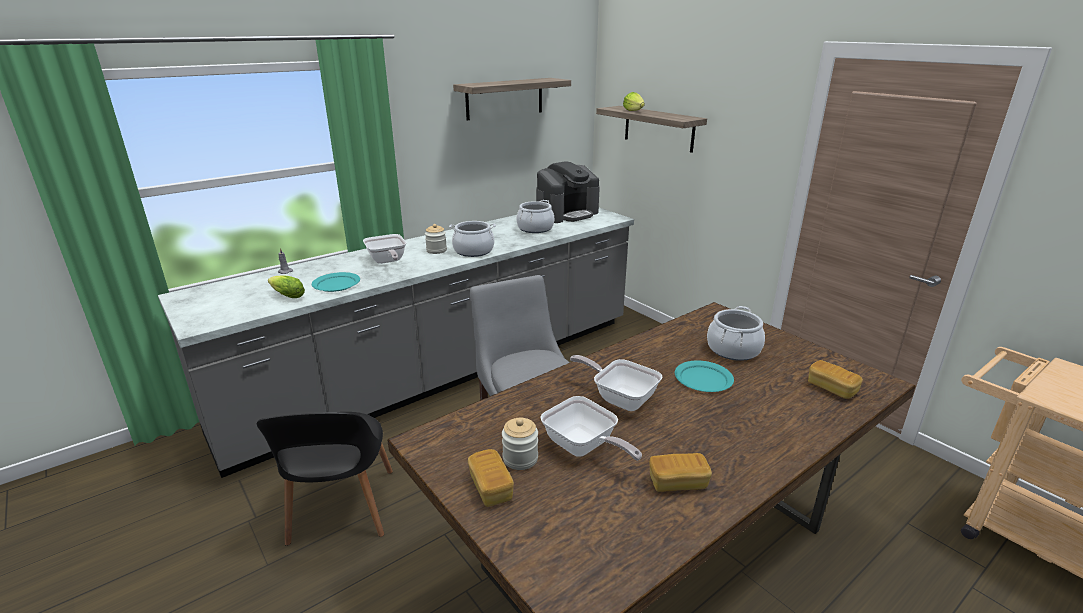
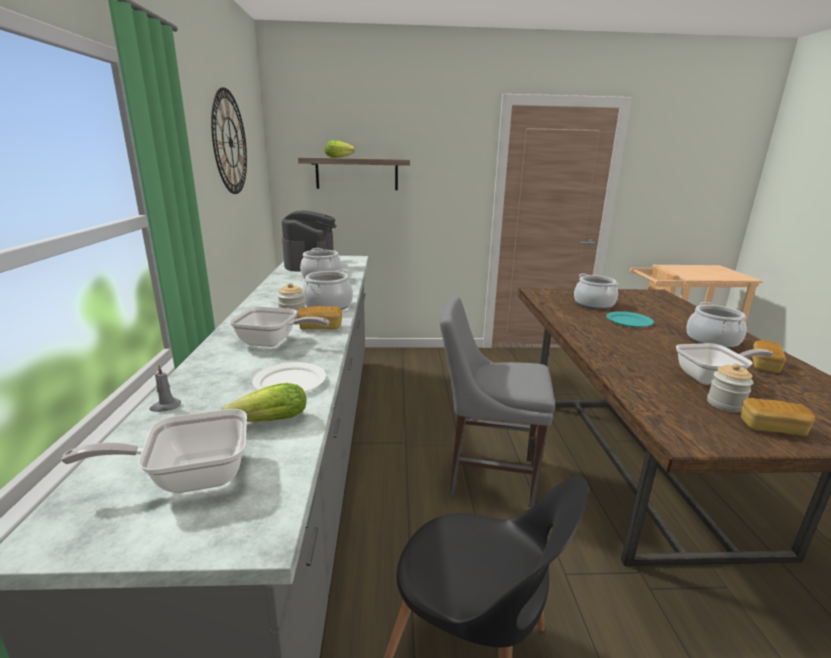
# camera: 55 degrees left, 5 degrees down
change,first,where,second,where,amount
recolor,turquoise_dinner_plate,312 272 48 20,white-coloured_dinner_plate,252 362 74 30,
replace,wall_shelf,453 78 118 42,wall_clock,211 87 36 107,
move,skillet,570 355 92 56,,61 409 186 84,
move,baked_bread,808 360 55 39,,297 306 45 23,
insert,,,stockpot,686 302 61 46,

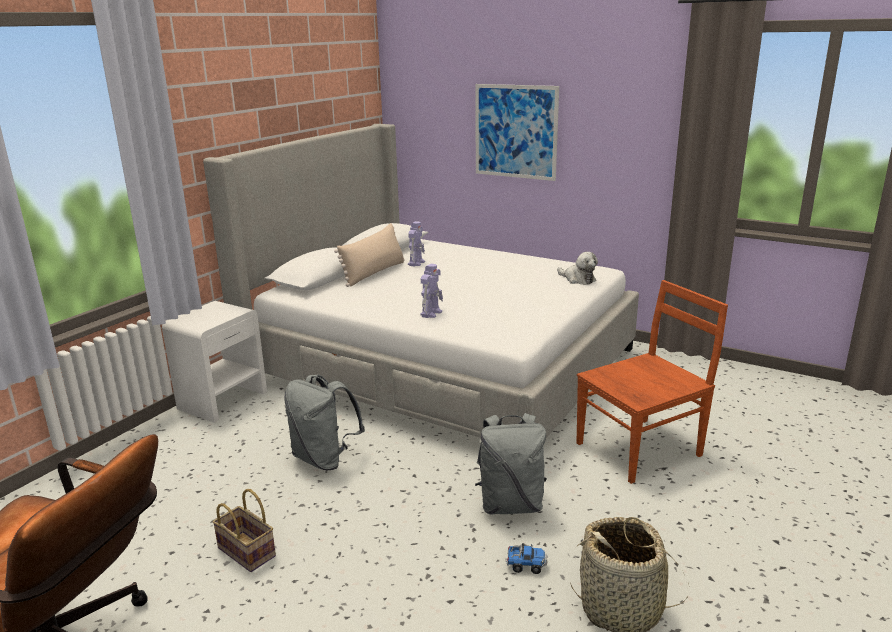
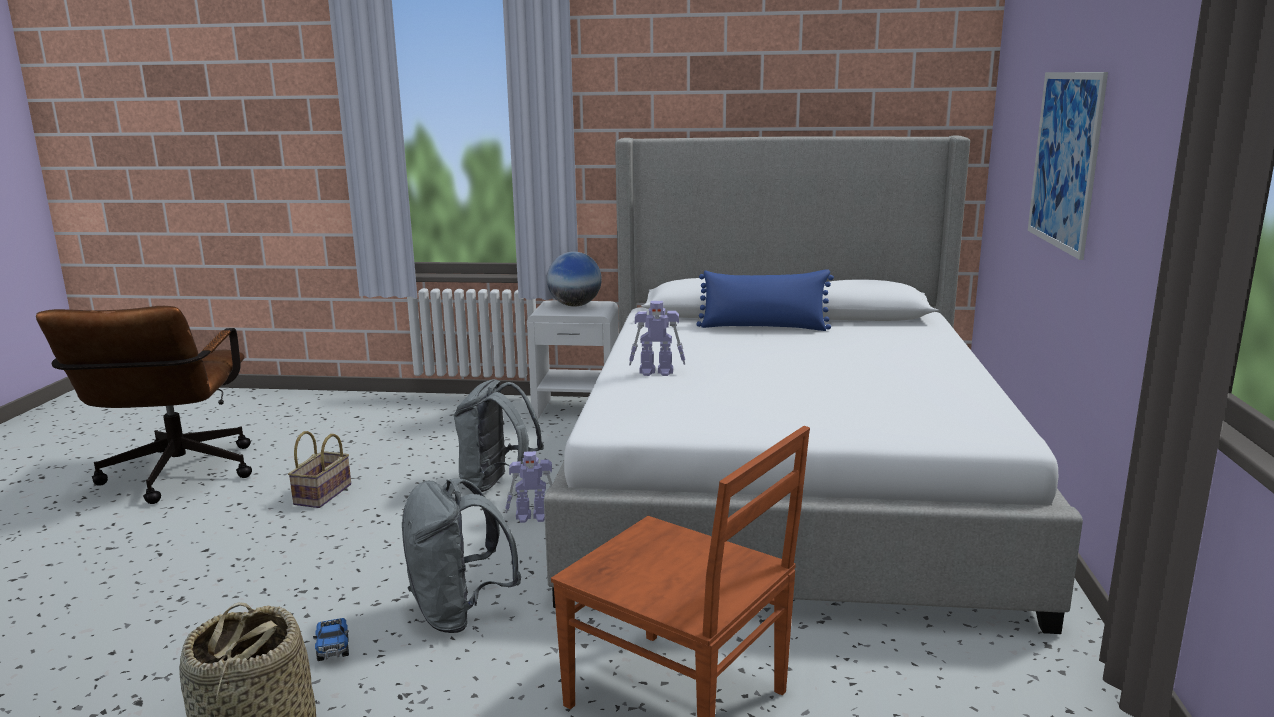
# camera: 65 degrees right, 5 degrees down
change,first,where,second,where,amount
recolor,sand-coloured_throw_pillow,334 223 70 64,blue_throw_pillow,696 269 138 62,
move,toy_robot,408 221 17 45,,505 451 47 72,
delete,soft_toy,557 252 41 33,,,
insert,,,desk_globe,547 252 55 55,

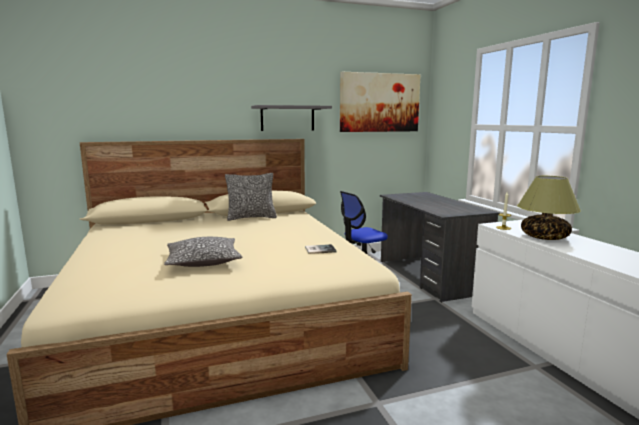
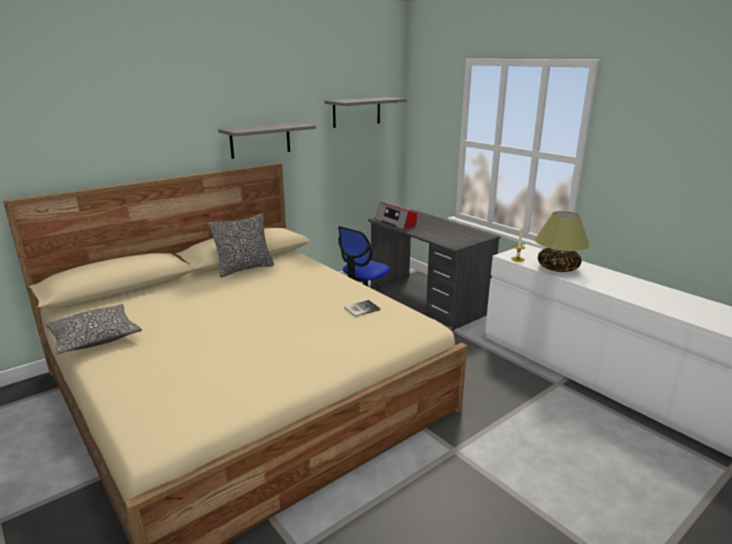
# camera: 20 degrees left, 10 degrees up
change,first,where,second,where,amount
move,throw_pillow,164 237 78 30,,46 304 96 50,
replace,picture,340 72 81 60,grey_wall_shelf,325 97 82 31,
insert,,,radio,375 202 42 28,

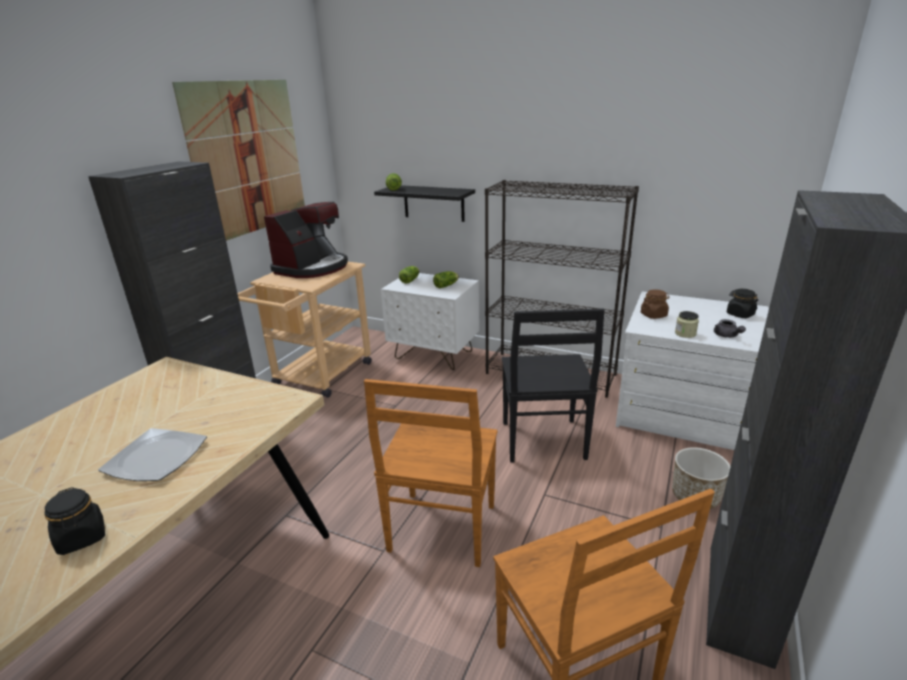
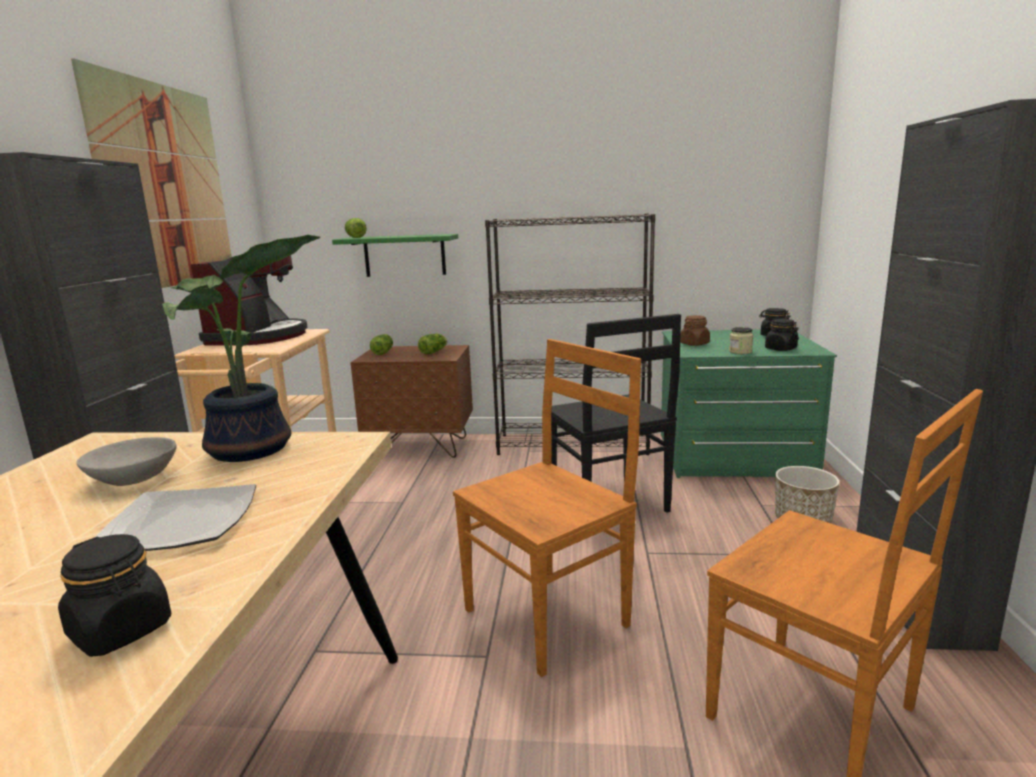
# camera: 20 degrees left, 10 degrees down
change,first,where,second,where,amount
rotate,brownish_chair,364 379 133 188,,453 339 188 338,120 degrees counterclockwise
recolor,blackish_wall_shelf,374 185 101 37,green-coloured_wall_shelf,332 234 126 43,
recolor,white-coloured_night_table,381 273 98 97,brownish_night_table,350 345 123 113,
recolor,white-coloured_dresser,616 291 153 159,green-coloured_dresser,661 329 176 149,
replace,grey_teapot,714 319 32 19,blackish_jar,765 319 34 32,
insert,,,grey_bowl,76 437 101 49,
insert,,,houseplant,162 235 158 227,

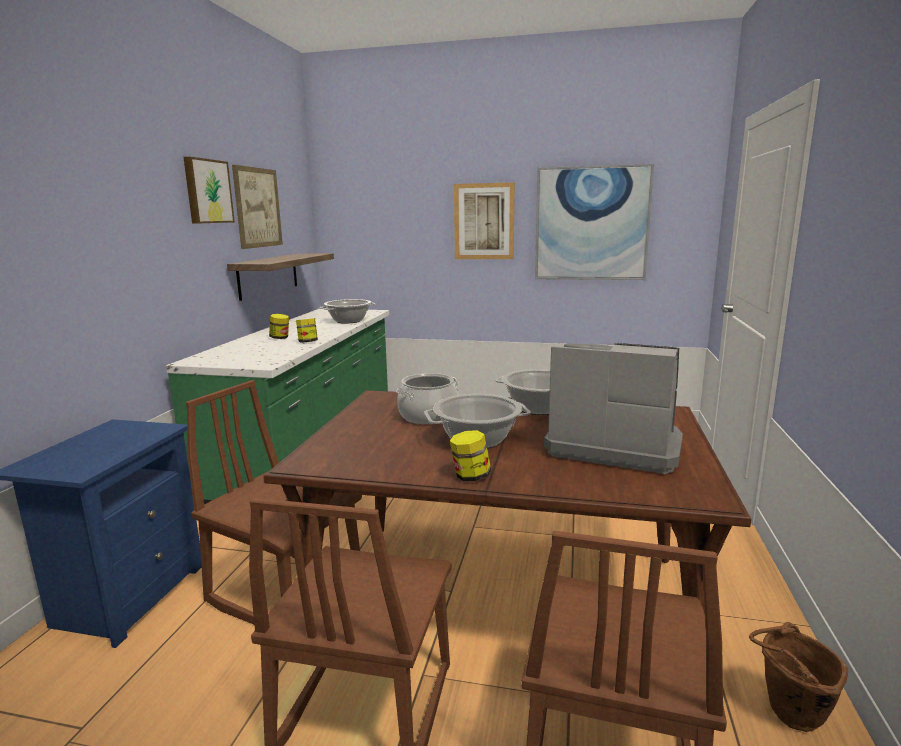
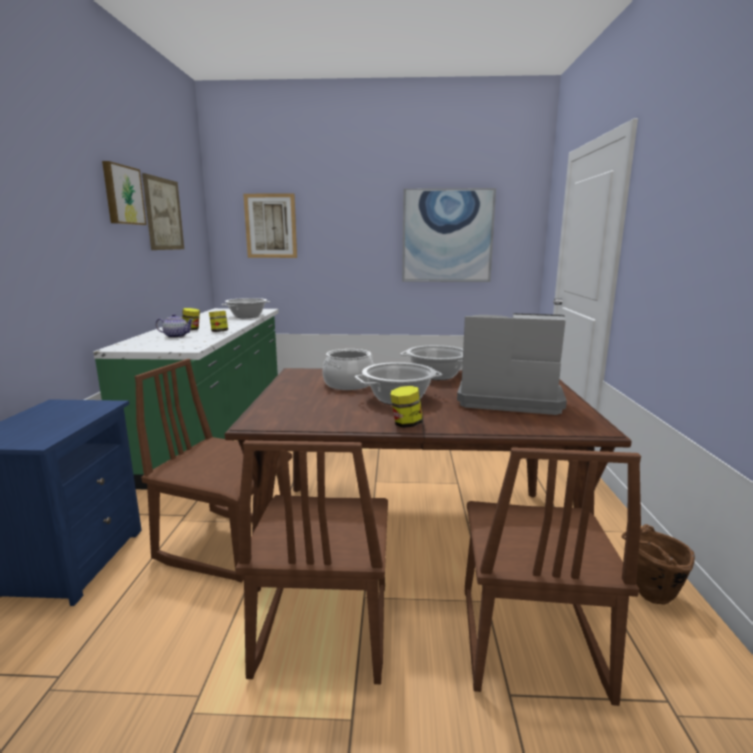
# camera: 10 degrees left, 0 degrees up
change,first,where,second,where,amount
delete,wall_shelf,227 253 107 48,,,
move,picture,454 182 61 77,,243 193 54 65,
insert,,,teapot,155 314 39 24,

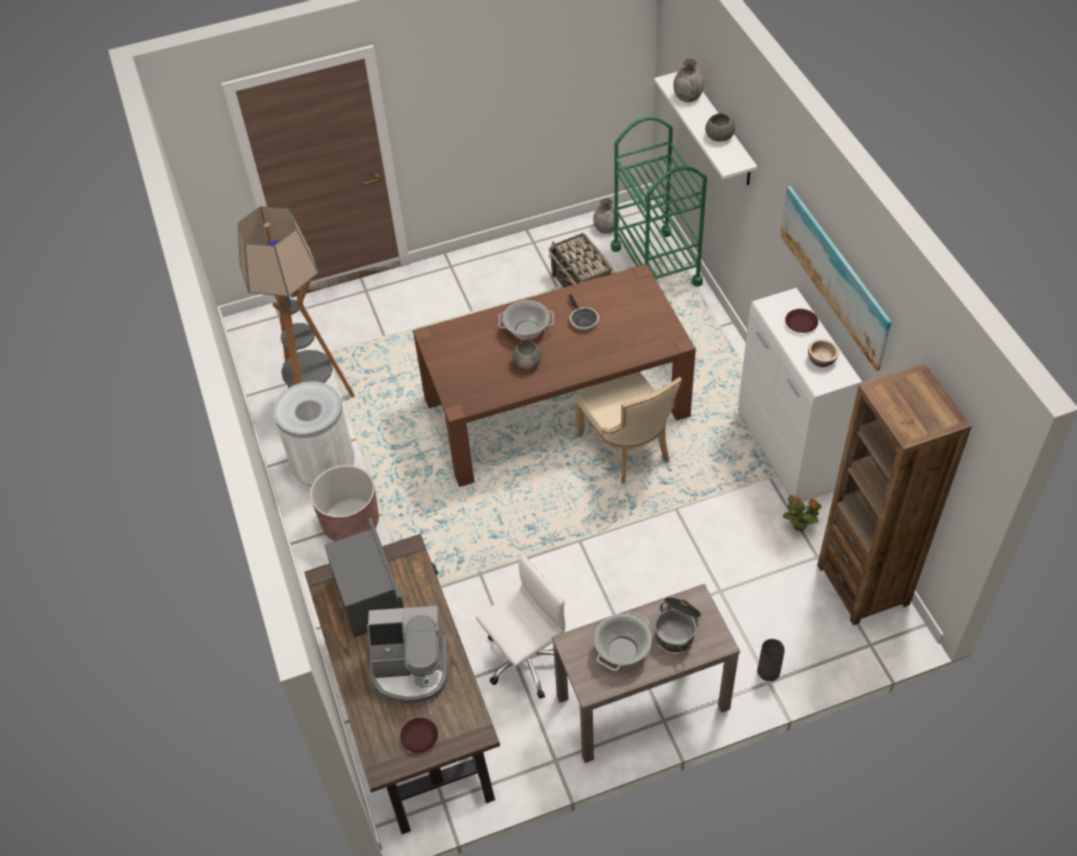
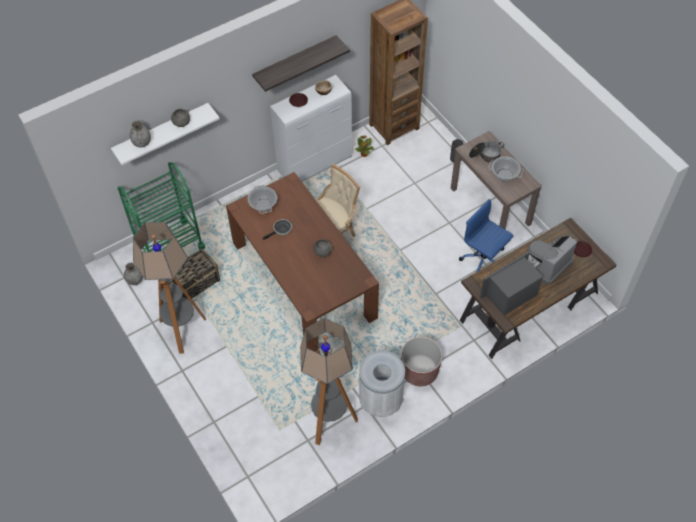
# camera: 105 degrees left, 5 degrees up
change,first,where,second,where,amount
rotate,coffee_maker,367 606 80 97,,528 236 49 48,120 degrees counterclockwise
recolor,white-coloured_office_chair,476 554 89 145,blue_office_chair,459 199 54 73,
move,stockpot,498 300 56 39,,247 185 30 29,
replace,picture,780 186 111 185,wall_shelf,252 35 98 57,
insert,,,standard_lamp,133 222 73 132,

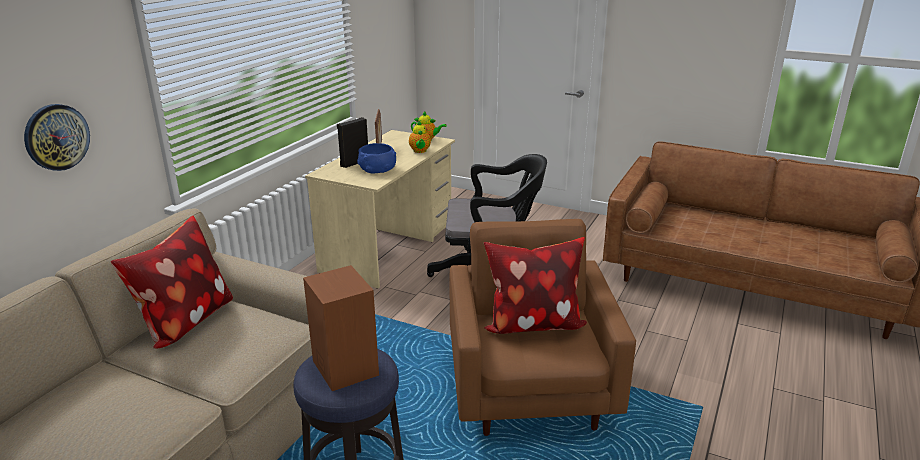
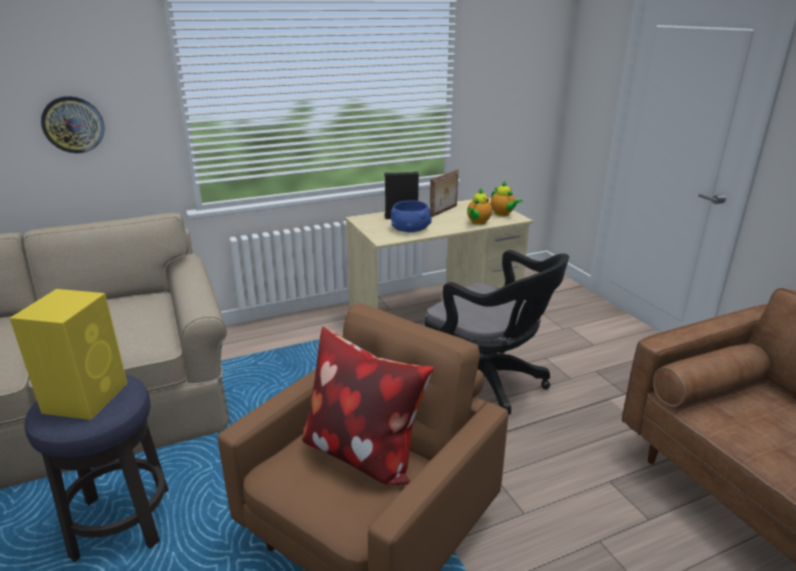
# camera: 40 degrees right, 0 degrees up
change,first,where,second,where,amount
delete,throw_pillow,110 216 123 133,,,
recolor,brownish_audio_speaker,303 265 76 126,yellow-coloured_audio_speaker,10 289 117 131,

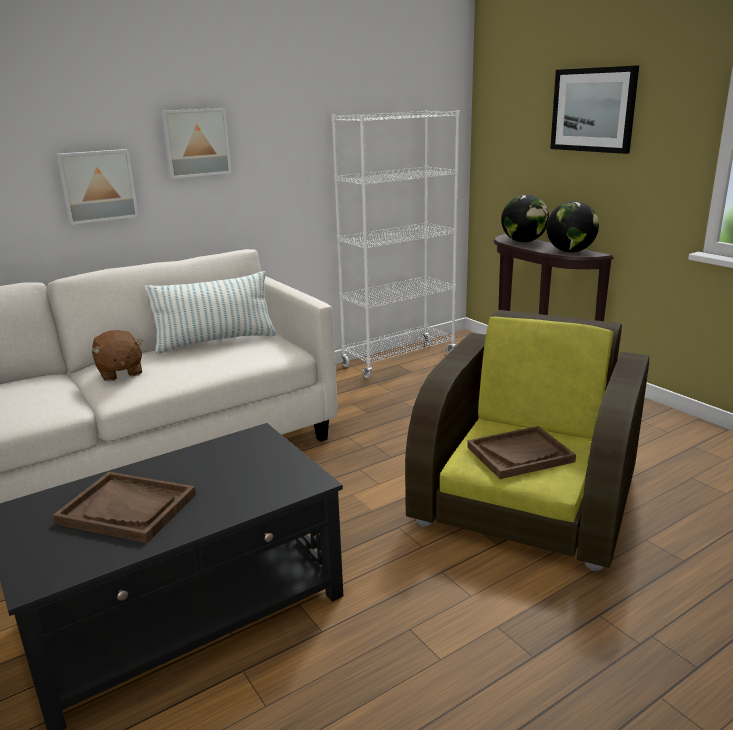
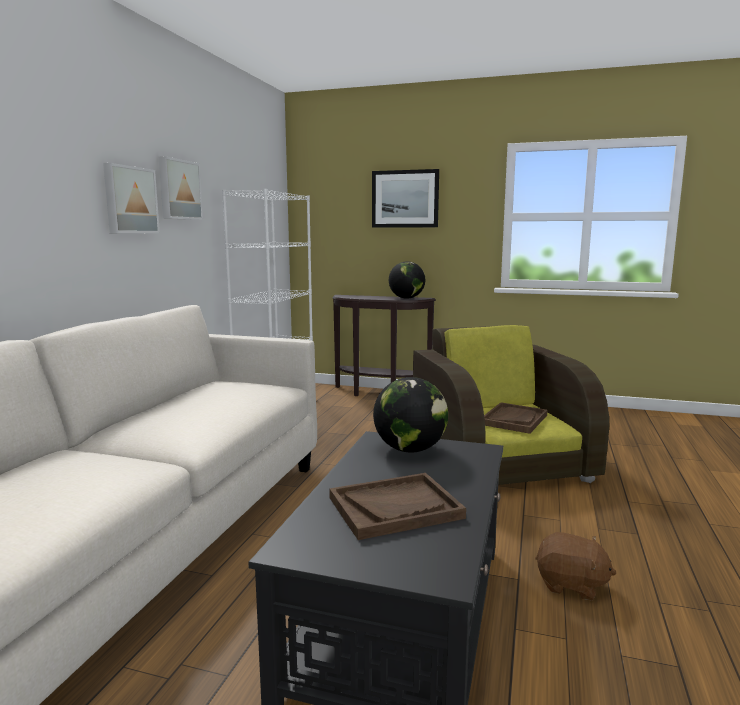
# camera: 40 degrees left, 10 degrees down
change,first,where,second,where,amount
move,picture,56 149 83 76,,159 156 44 64,
move,brownish_soft_toy,92 330 51 51,,536 532 81 68,
delete,throw_pillow,145 271 131 83,,,
move,desk_globe,501 195 48 47,,373 377 75 76,

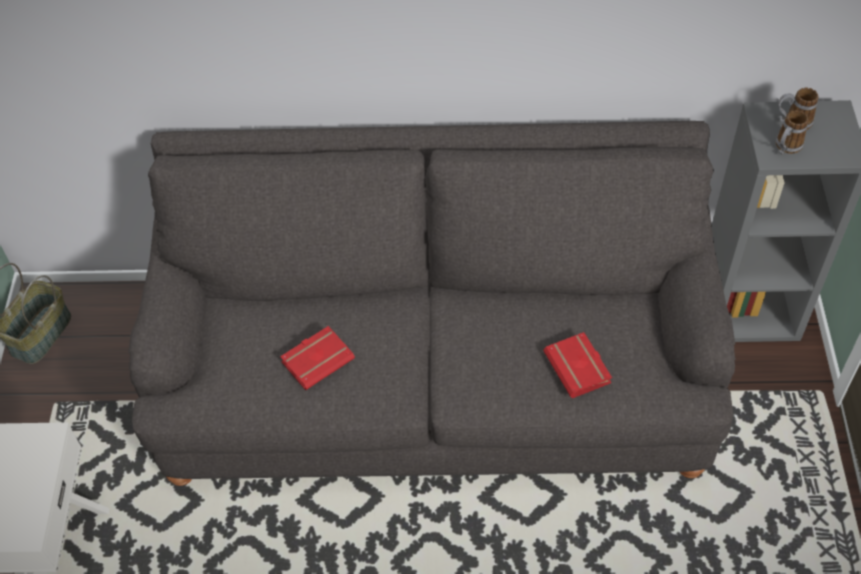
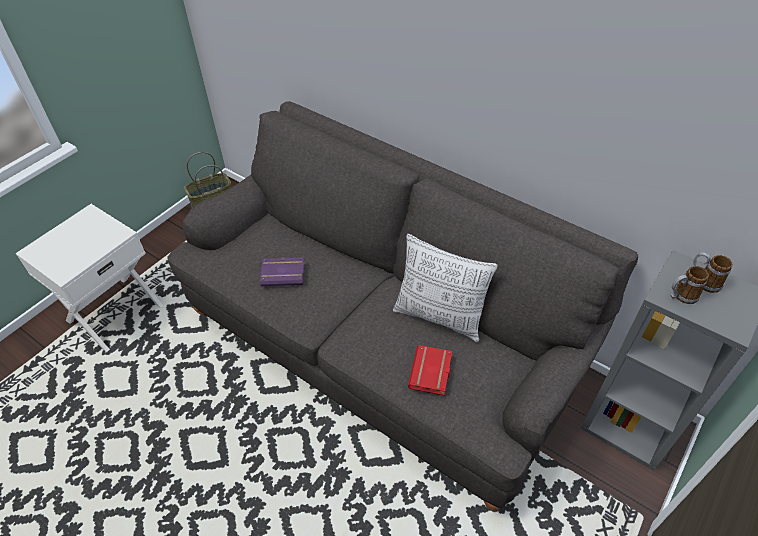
# camera: 35 degrees right, 5 degrees down
change,first,where,second,where,amount
recolor,reddish_volume,280 326 75 64,purplish_volume,260 257 45 29,
insert,,,throw_pillow,393 234 105 108,

